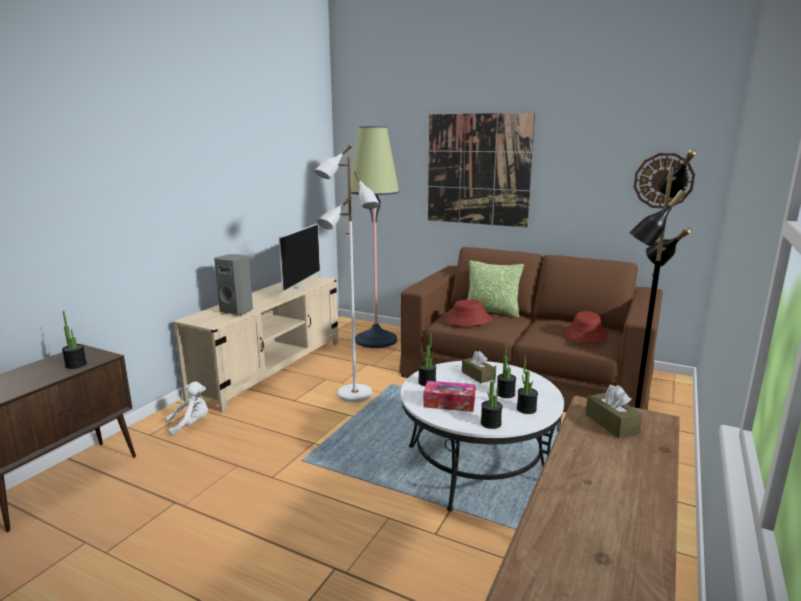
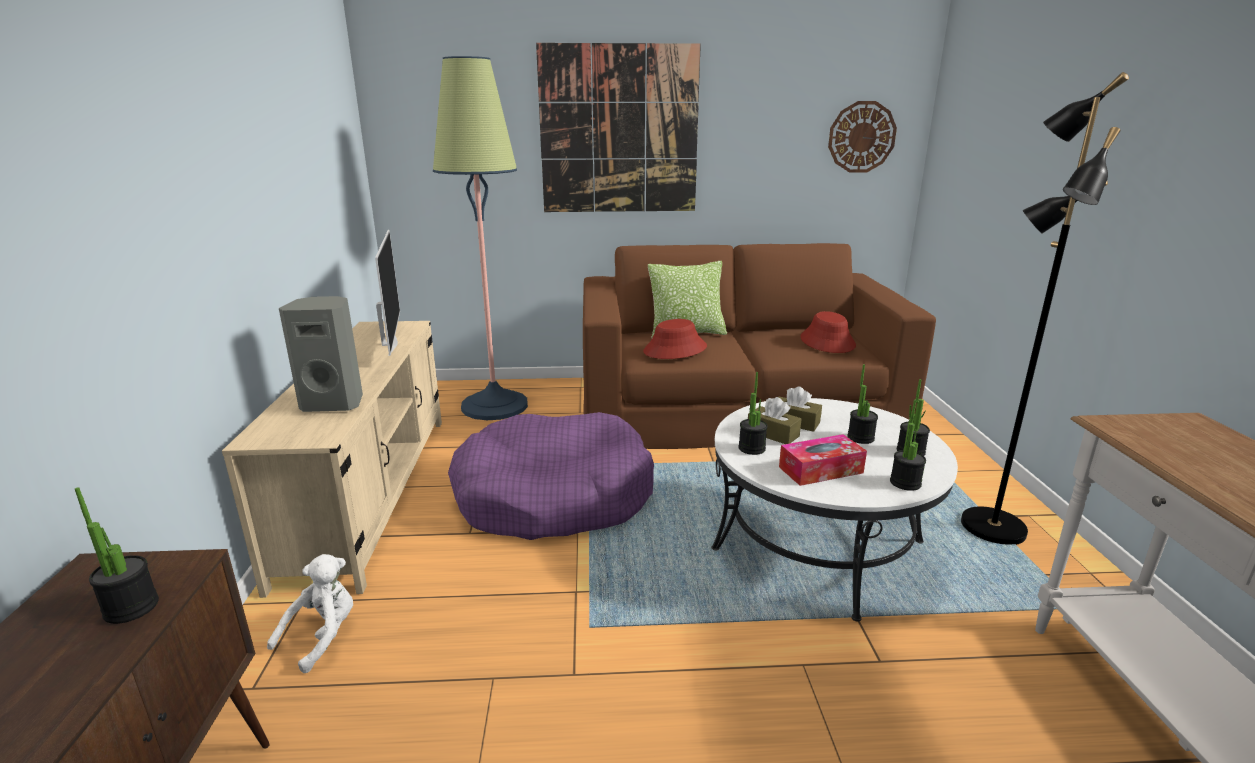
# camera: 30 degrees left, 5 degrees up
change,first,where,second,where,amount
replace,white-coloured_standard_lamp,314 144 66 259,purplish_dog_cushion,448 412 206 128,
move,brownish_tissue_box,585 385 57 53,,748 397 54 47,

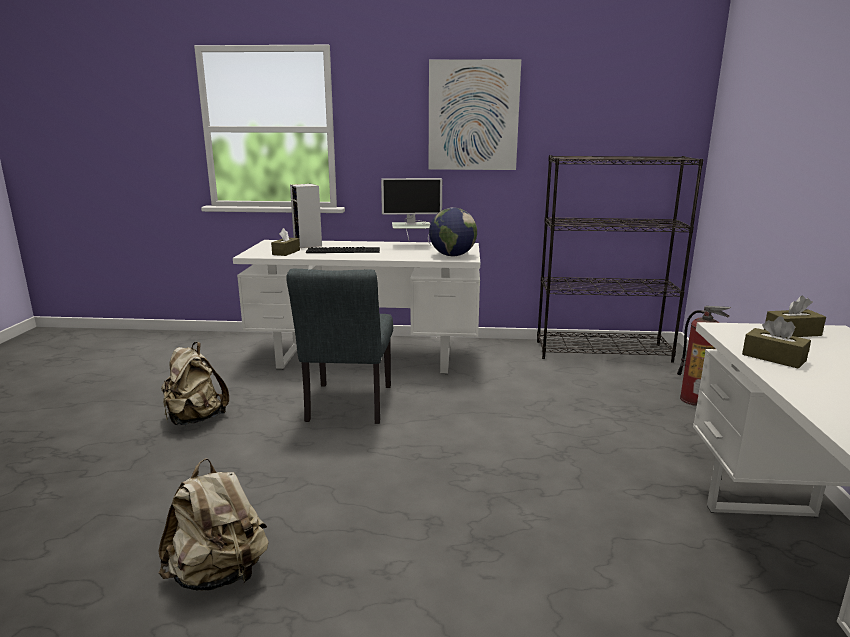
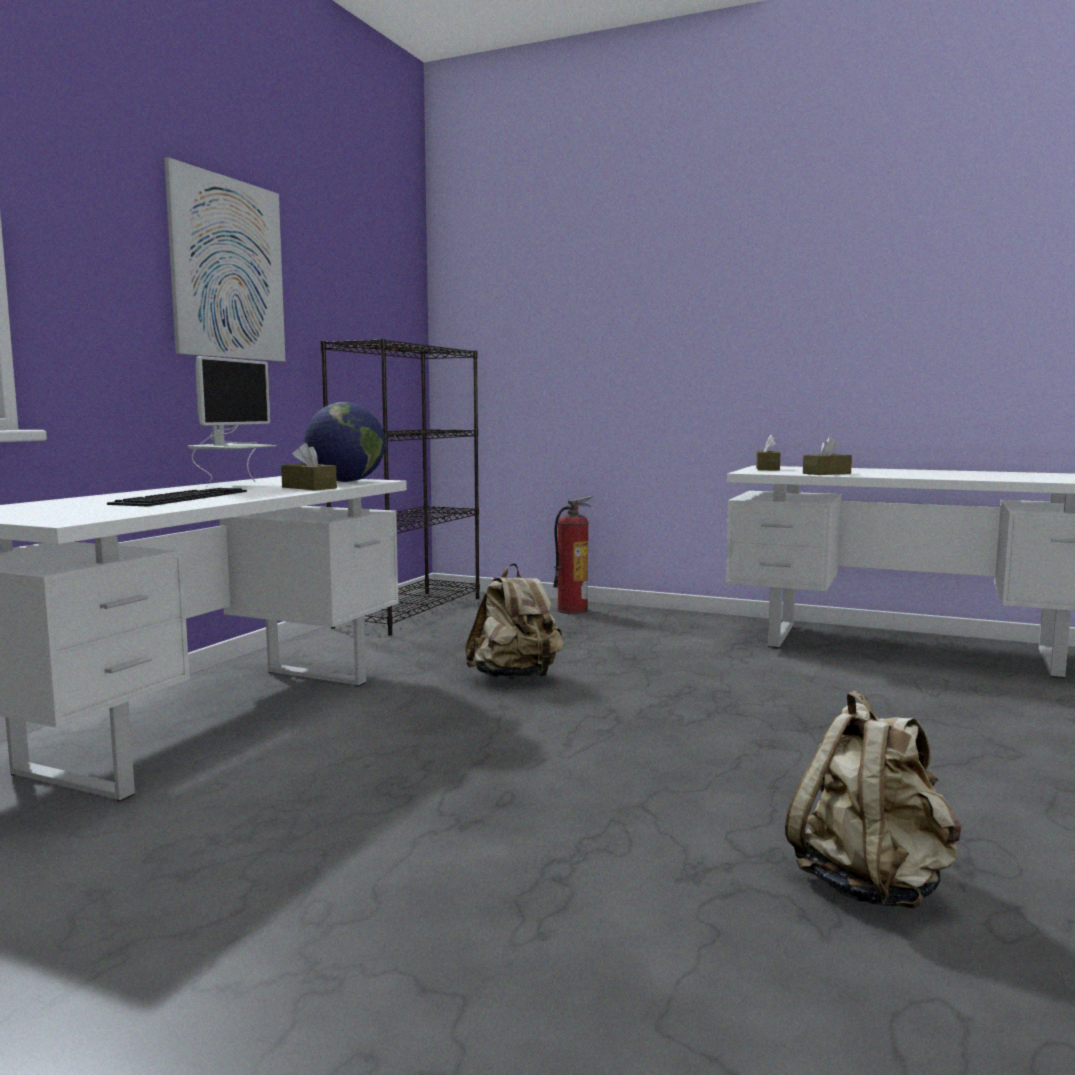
# camera: 70 degrees left, 10 degrees down
change,first,where,second,where,amount
move,sand-coloured_knapsack,161 342 68 84,,465 563 99 116,
move,brownish_tissue_box,271 228 29 28,,281 443 56 47,
delete,grey_chair,286 269 107 155,,,
delete,audio_speaker,290 184 32 64,,,

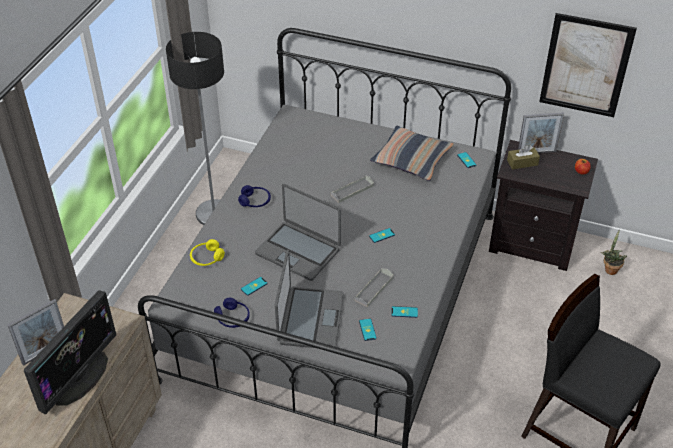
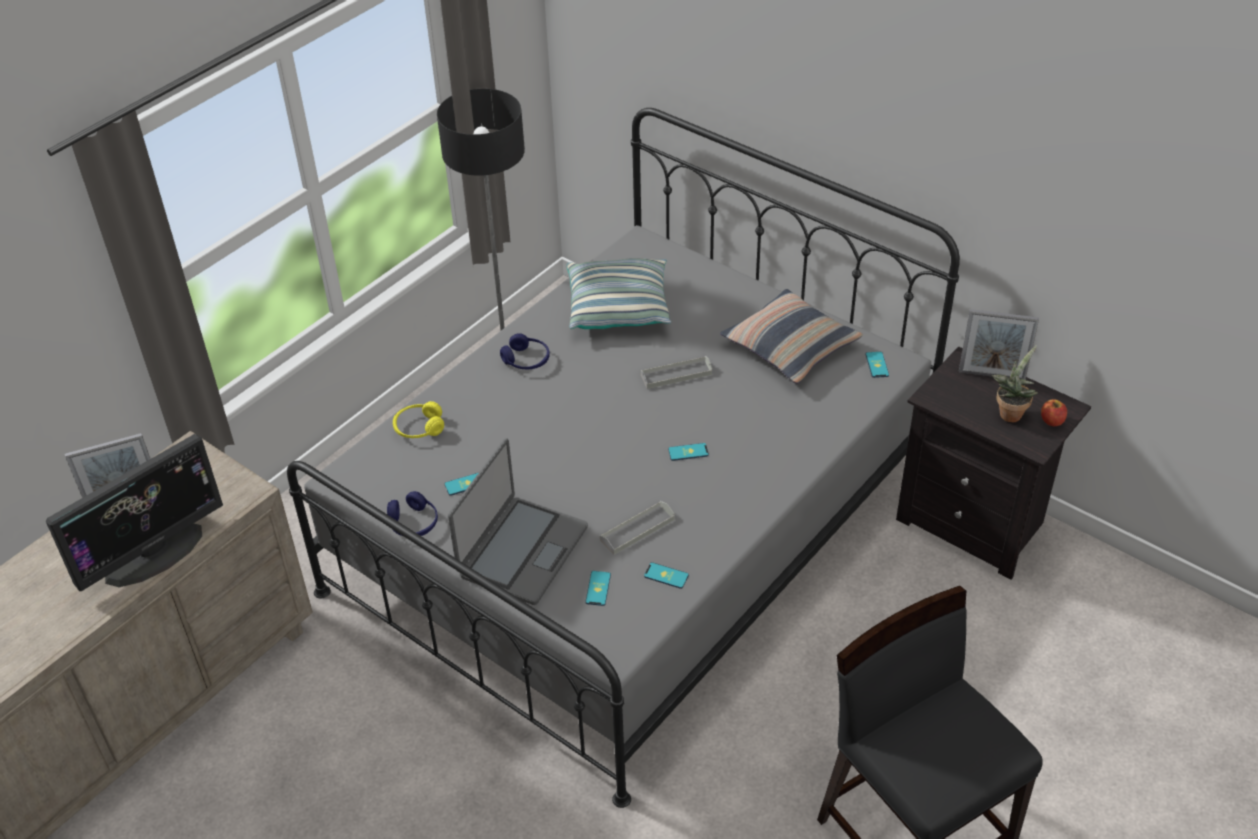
# camera: 20 degrees right, 0 degrees up
change,first,where,second,where,amount
delete,laptop,255 184 86 97,,,
delete,brownish_tissue_box,507 145 33 24,,,
delete,picture,539 13 98 104,,,
move,houseplant,601 230 26 45,,991 345 47 77,
insert,,,throw_pillow,567 258 104 71,

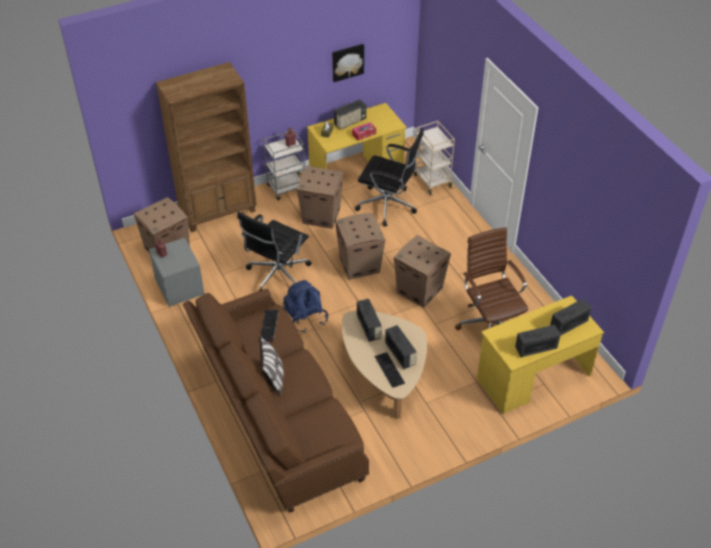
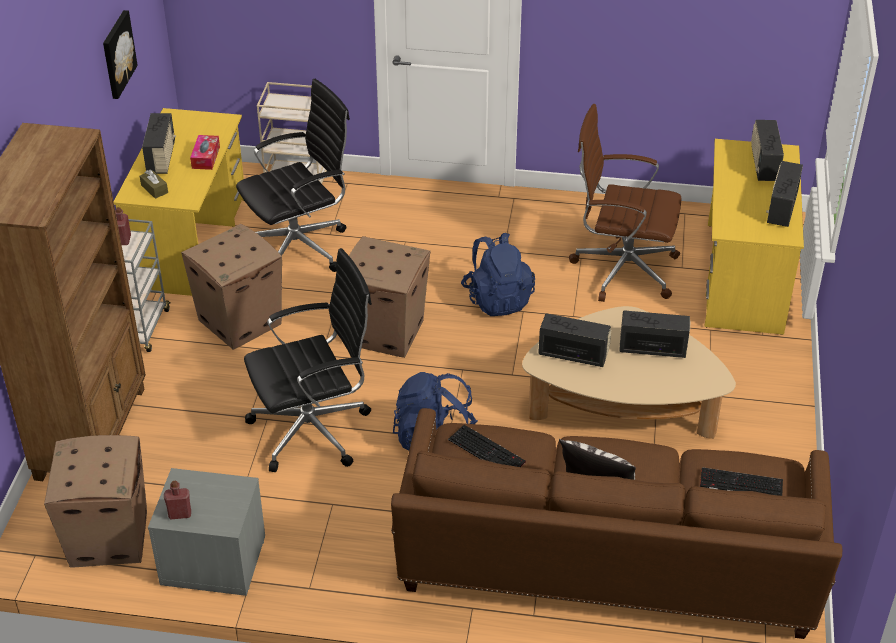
# camera: 55 degrees left, 5 degrees down
change,first,where,second,where,amount
rotate,blackish_office_chair,237 211 75 80,,244 248 128 224,90 degrees counterclockwise
move,computer_keyboard,375 352 30 36,,700 467 83 29,
replace,packing_box,394 235 57 73,blue_knapsack,461 233 74 83,

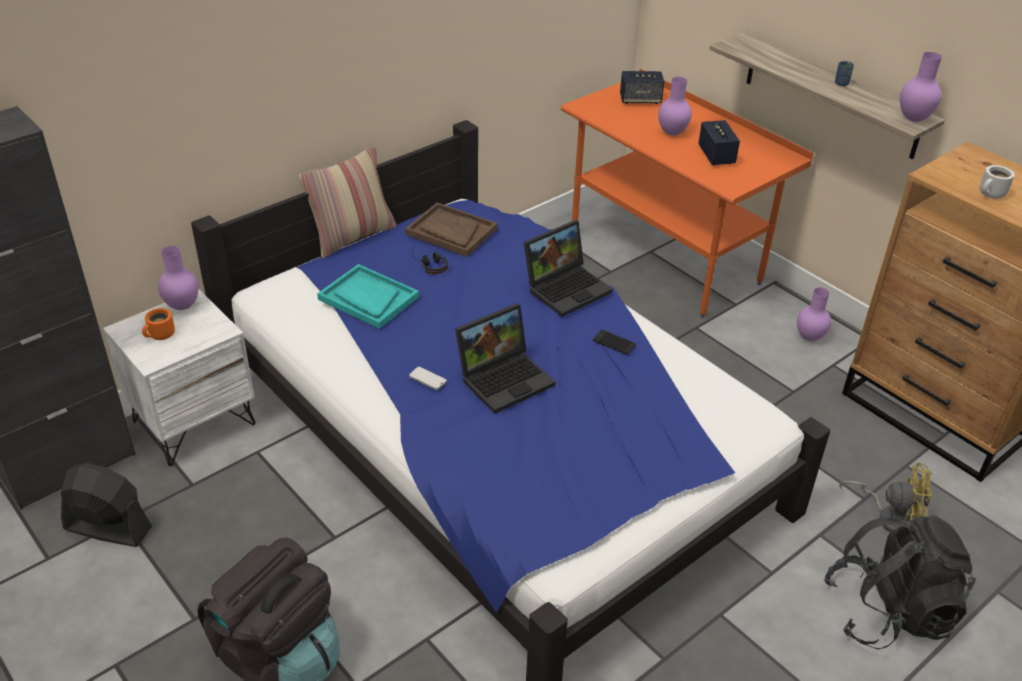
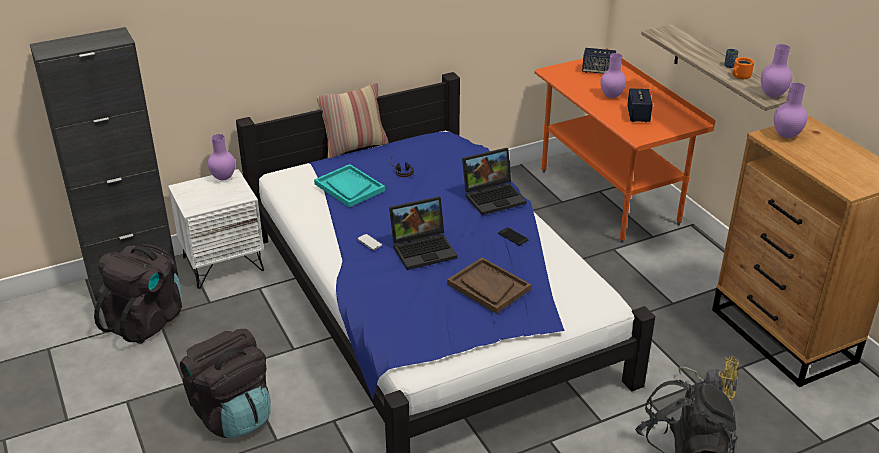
# camera: 15 degrees right, 5 degrees down
change,first,where,second,where,amount
replace,blackish_fan,61 463 91 84,blackish_knapsack,94 244 88 100,
move,orangey_coffee_mug,142 308 33 32,,732 57 22 22,
move,brownish_carrying_tray,405 203 92 54,,447 257 84 57,
move,purplish_vase,797 287 34 54,,774 83 33 55,
delete,white-coloured_coffee_mug,980 165 35 34,,,

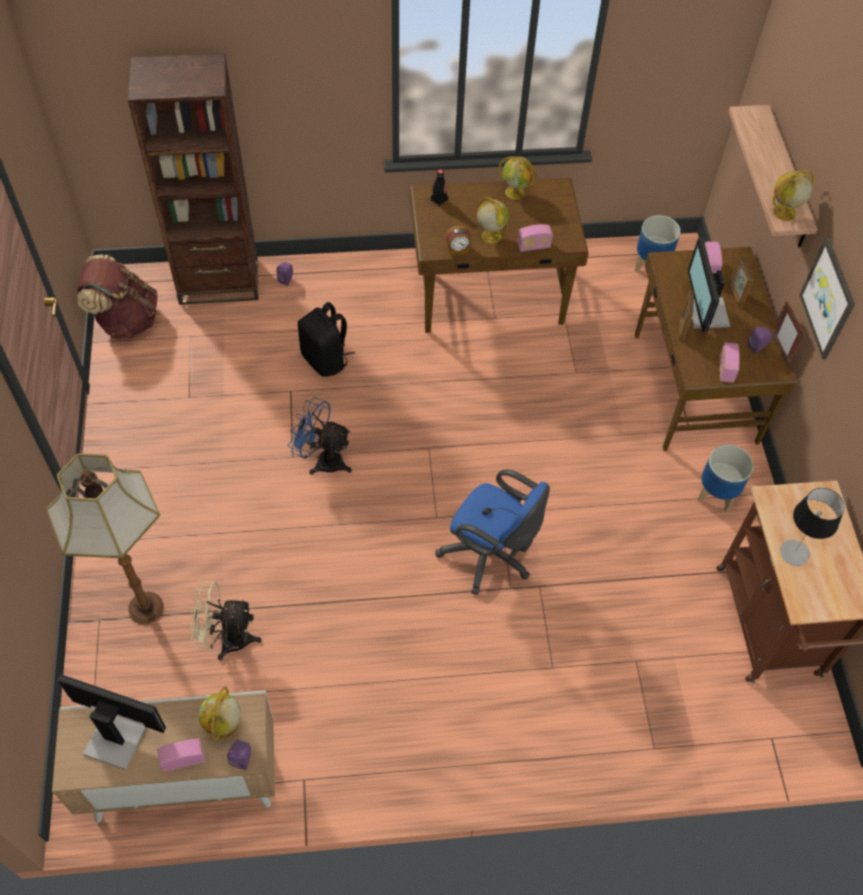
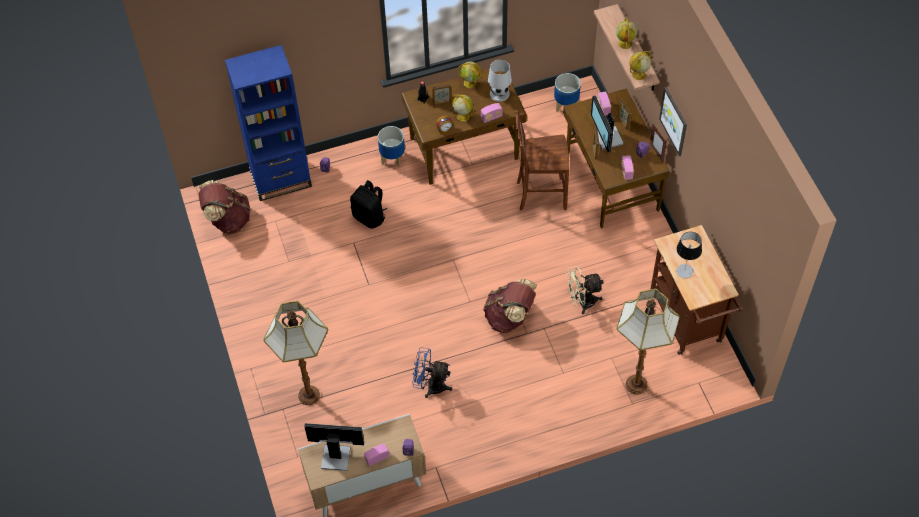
# camera: 10 degrees left, 0 degrees up
change,first,where,second,where,amount
recolor,brownish_bookshelf,128 53 130 252,blue_bookshelf,225 45 87 156,
move,sand-coloured_fan,189 581 73 79,,566 266 38 48,
move,desk_globe,199 687 42 54,,616 18 22 31,
move,blue_fan,288 397 64 78,,412 348 40 50,
replace,blue_office_chair,435 470 115 125,brownish_knapsack,483 279 54 54,
move,plant_pot,698 445 56 67,,378 126 27 41,
insert,,,photo_frame,432 84 20 21,
insert,,,white-coloured_table_lamp,488 60 24 42,
insert,,,brownish_chair,516 110 53 100,
insert,,,standard_lamp,617 289 63 106,

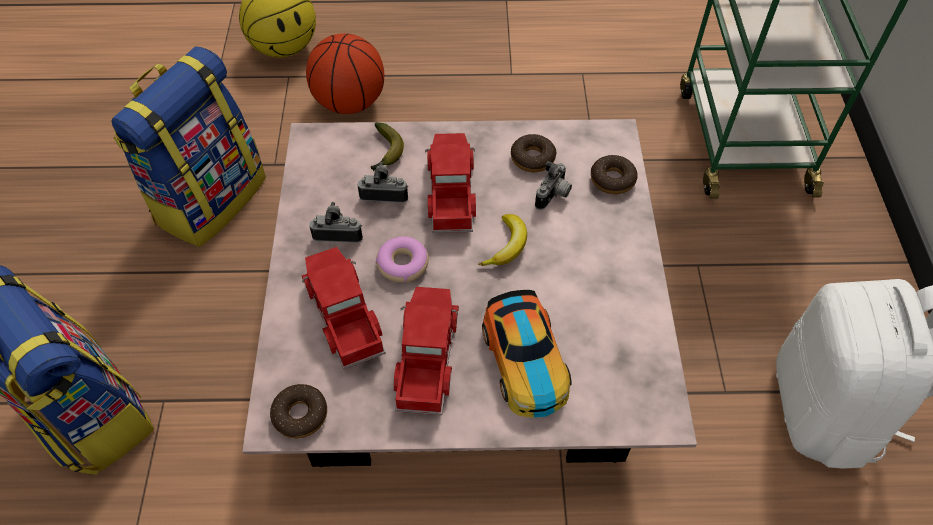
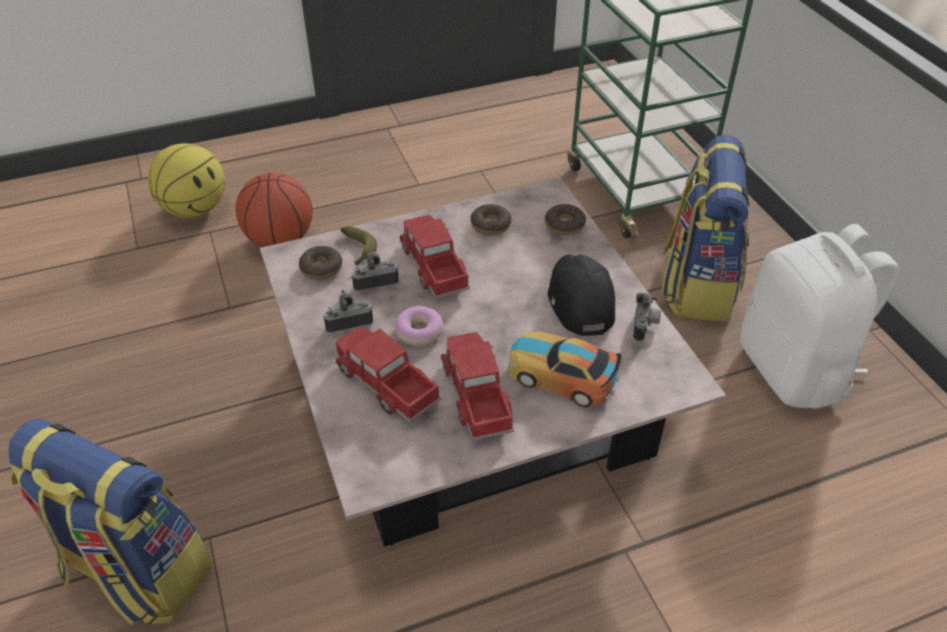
# camera: 20 degrees left, 10 degrees down
change,first,where,second,where,amount
move,knapsack,111 46 155 201,,661 135 88 187,
move,ring_doughnut,270 384 57 54,,299 246 43 34,
delete,banana_fruit,478 214 49 52,,,
rotate,toy_car,482 290 89 128,,509 332 112 75,150 degrees clockwise
move,photo_camera,535 161 37 49,,633 293 28 49,
insert,,,blackish_peaked_cap,548 254 67 82,

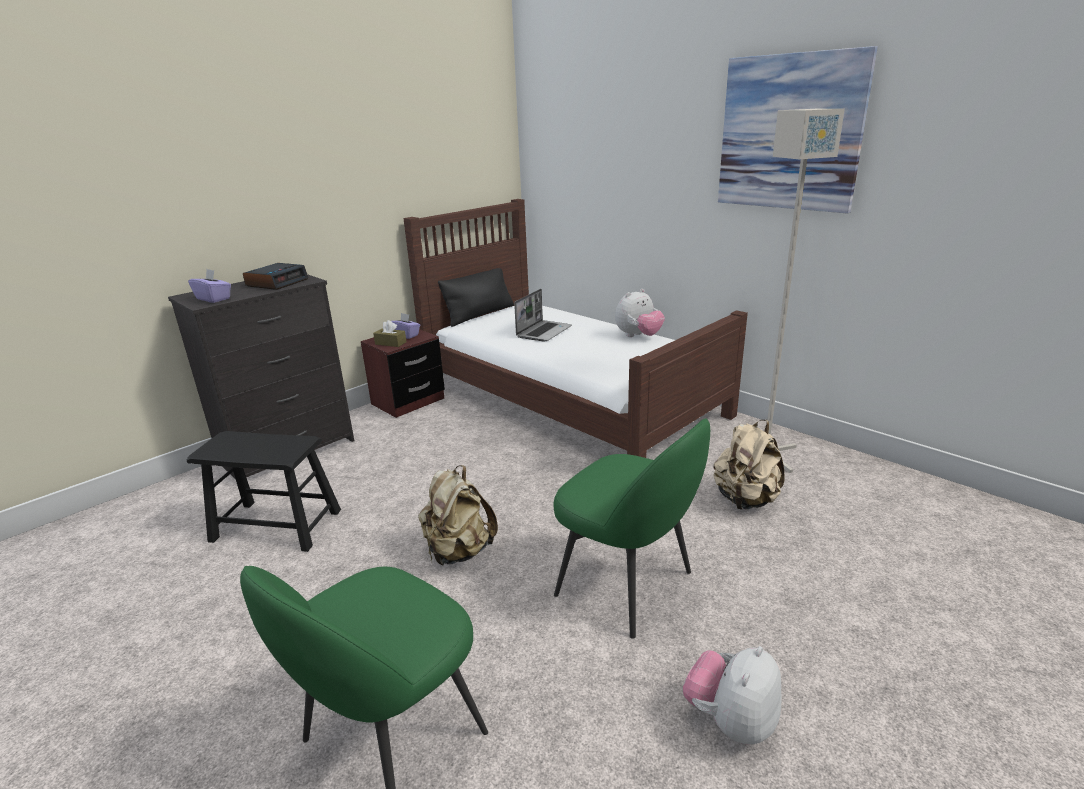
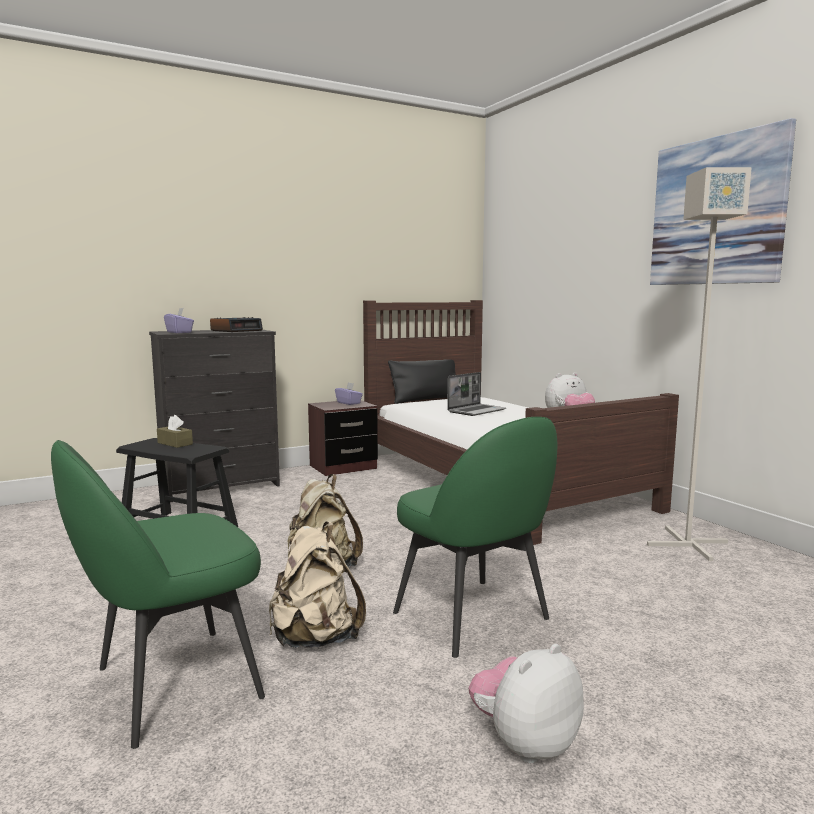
# camera: 15 degrees right, 15 degrees down
change,first,where,second,where,amount
move,brownish_tissue_box,373 320 33 27,,157 415 36 33,
move,sand-coloured_knapsack,713 420 72 90,,269 522 97 126,

